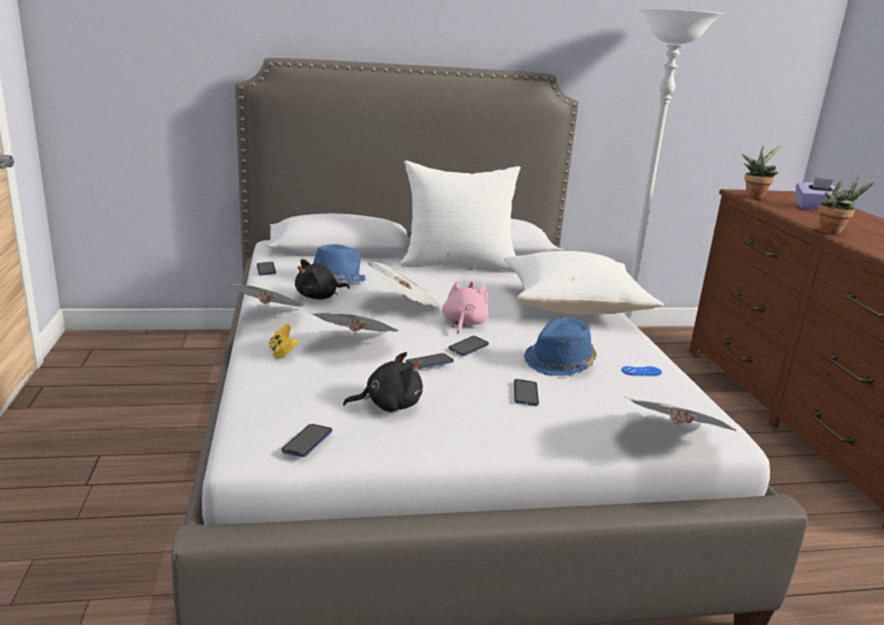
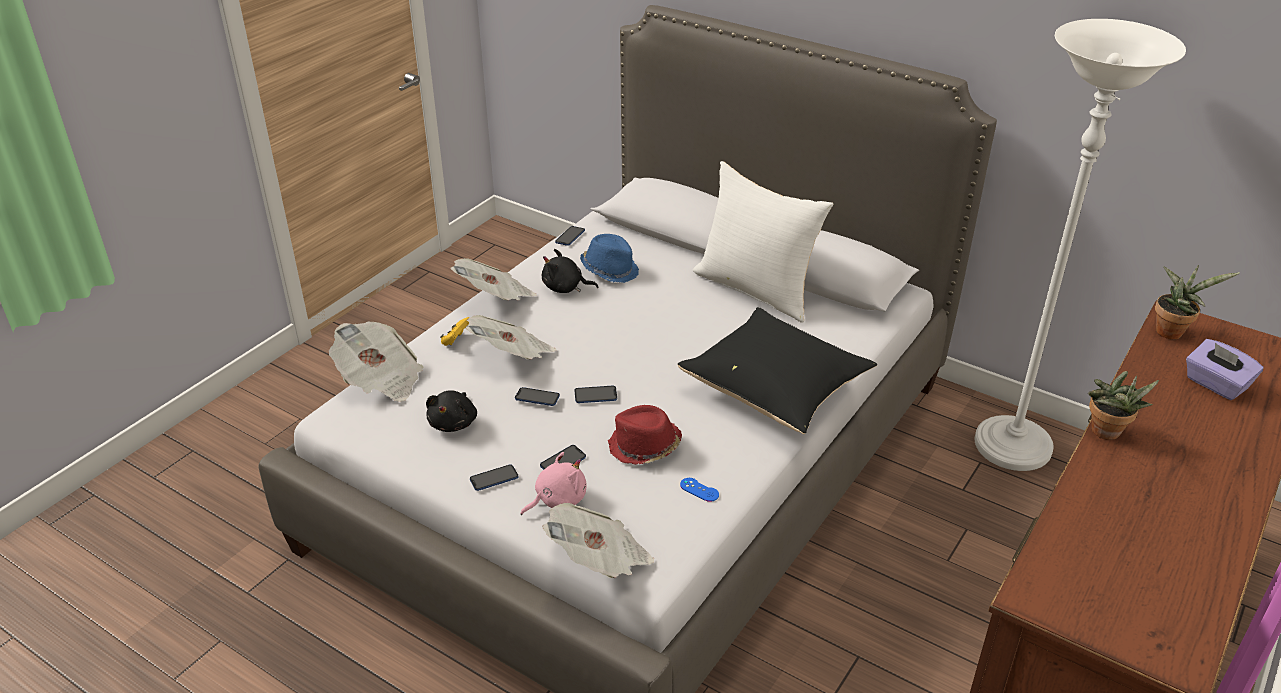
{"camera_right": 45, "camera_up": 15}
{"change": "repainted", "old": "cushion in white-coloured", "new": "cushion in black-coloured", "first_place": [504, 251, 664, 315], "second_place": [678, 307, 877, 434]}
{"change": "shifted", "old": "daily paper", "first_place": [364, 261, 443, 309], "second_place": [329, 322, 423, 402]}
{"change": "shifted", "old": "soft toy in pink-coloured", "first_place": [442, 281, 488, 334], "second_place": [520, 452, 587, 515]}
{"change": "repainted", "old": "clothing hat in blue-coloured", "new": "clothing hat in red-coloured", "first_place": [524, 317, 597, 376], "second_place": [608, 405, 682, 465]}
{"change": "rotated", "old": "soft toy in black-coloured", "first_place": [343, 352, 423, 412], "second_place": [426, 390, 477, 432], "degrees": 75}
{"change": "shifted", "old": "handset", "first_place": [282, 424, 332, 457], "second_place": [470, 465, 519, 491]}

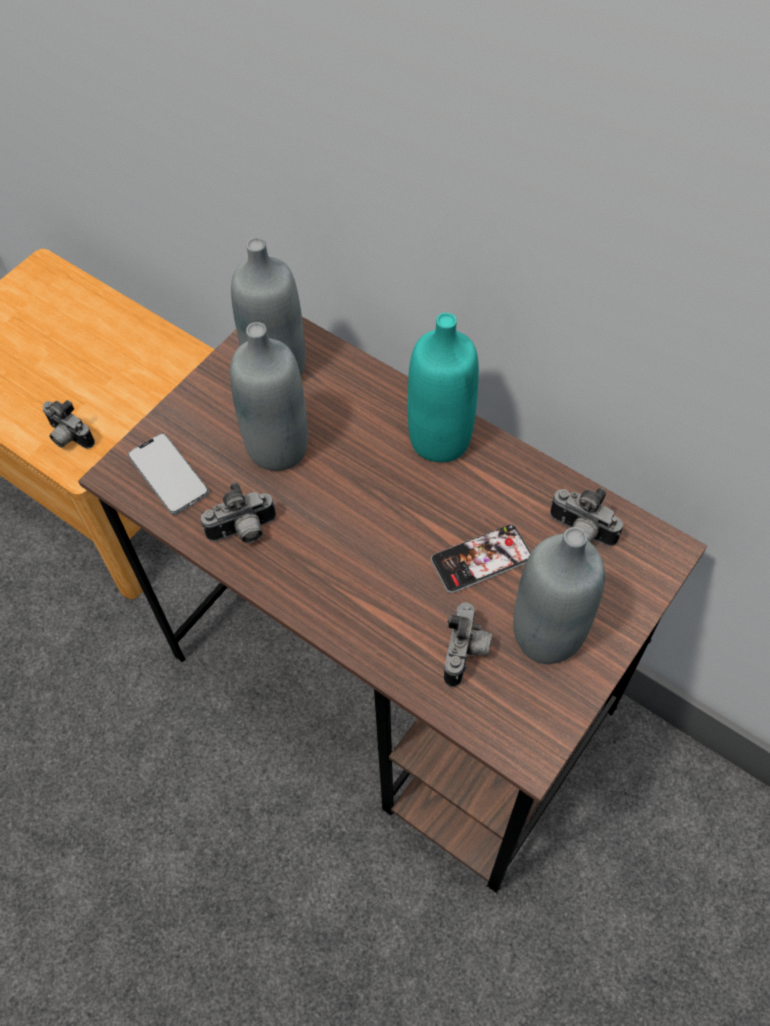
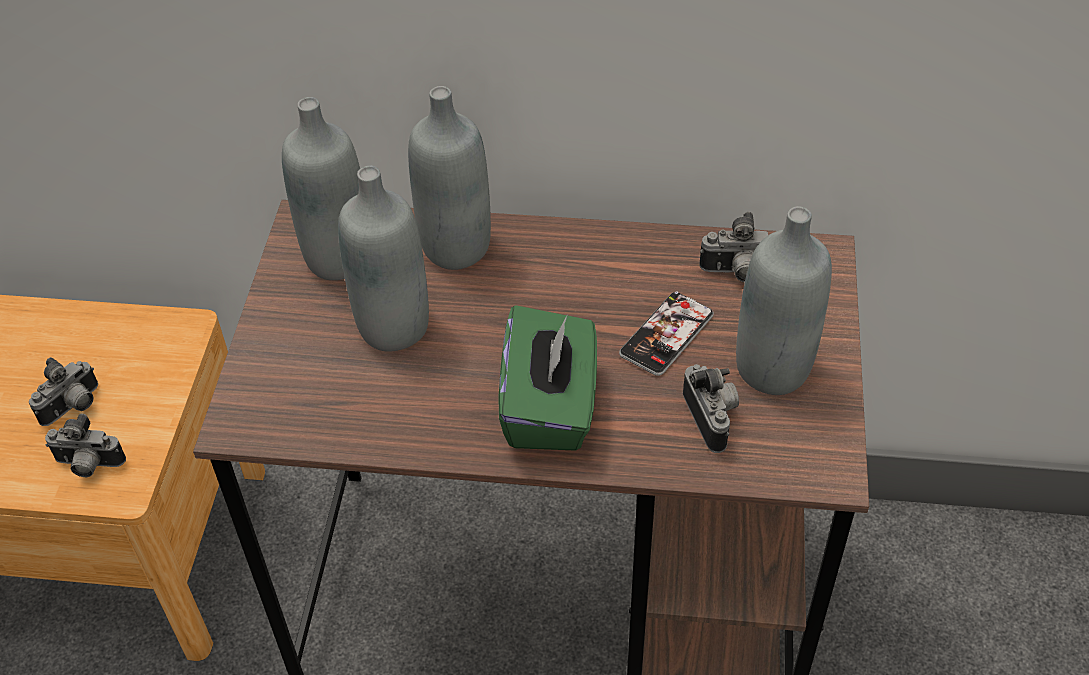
{"camera_right": -30, "camera_up": -10}
{"change": "gone", "old": "bottle in turquoise", "first_place": [408, 313, 479, 462]}
{"change": "gone", "old": "handset", "first_place": [128, 433, 209, 515]}
{"change": "shifted", "old": "photo camera", "first_place": [201, 482, 276, 543], "second_place": [29, 357, 98, 426]}
{"change": "new", "new": "bottle in grey", "second_place": [408, 86, 491, 270]}
{"change": "new", "new": "tissue box in green-coloured", "second_place": [498, 305, 597, 451]}

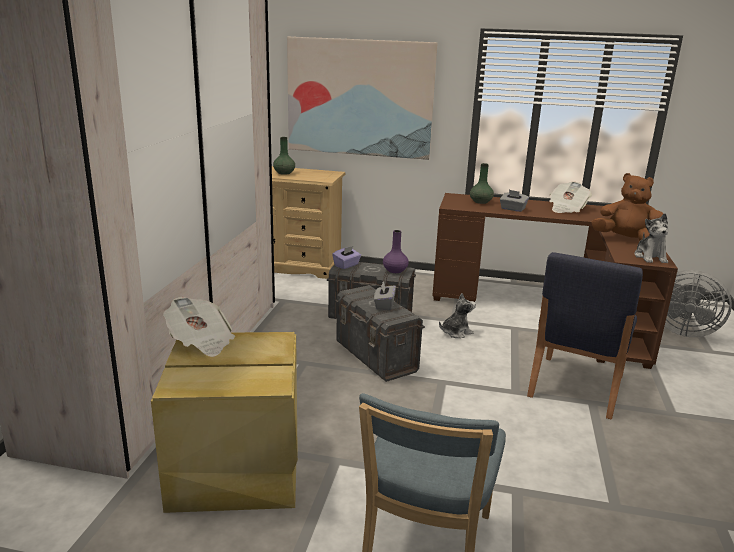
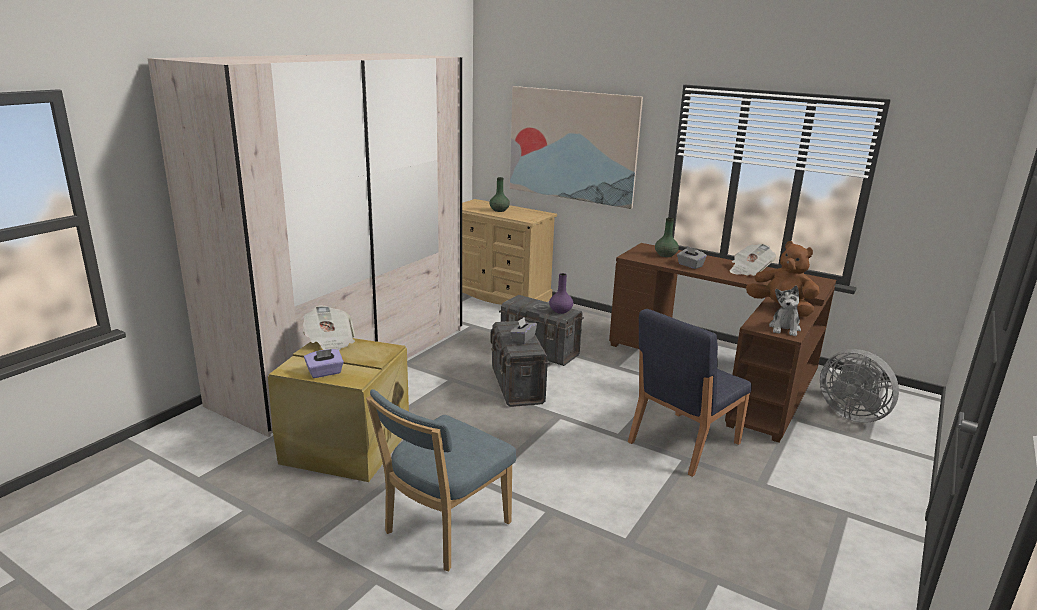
{"camera_right": 20, "camera_up": 0}
{"change": "shifted", "old": "tissue box in purple-coloured", "first_place": [332, 246, 361, 269], "second_place": [304, 349, 344, 378]}
{"change": "gone", "old": "soft toy", "first_place": [439, 293, 476, 338]}

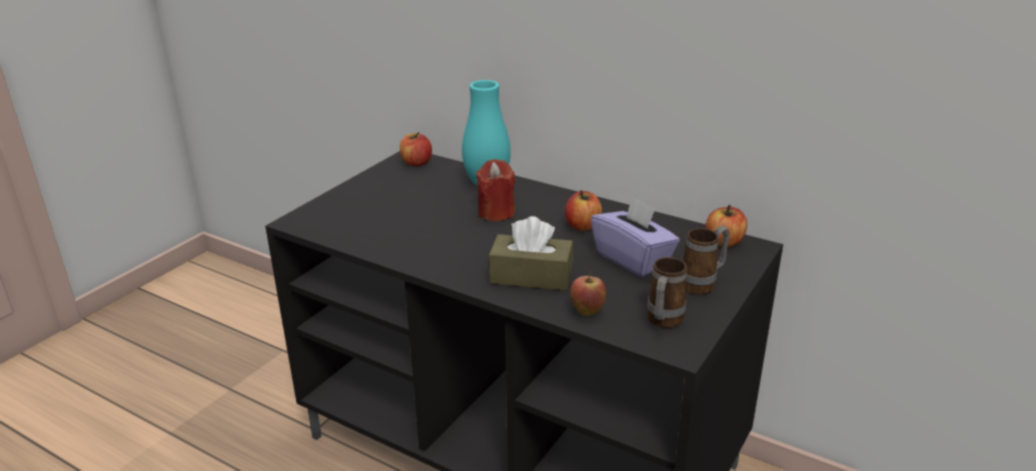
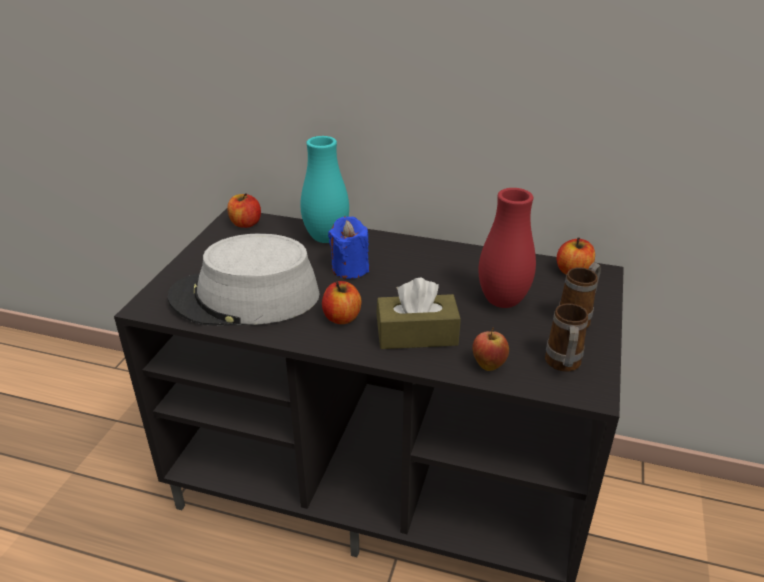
{"camera_right": -15, "camera_up": 5}
{"change": "repainted", "old": "candle in red-coloured", "new": "candle in blue-coloured", "first_place": [476, 159, 515, 221], "second_place": [328, 216, 369, 279]}
{"change": "shifted", "old": "apple", "first_place": [565, 190, 602, 231], "second_place": [322, 281, 362, 324]}
{"change": "swapped", "old": "tissue box in purple-coloured", "new": "decorative vase in red-coloured", "first_place": [591, 197, 680, 277], "second_place": [478, 188, 536, 308]}
{"change": "new", "new": "clothing hat in grey", "second_place": [168, 233, 320, 326]}

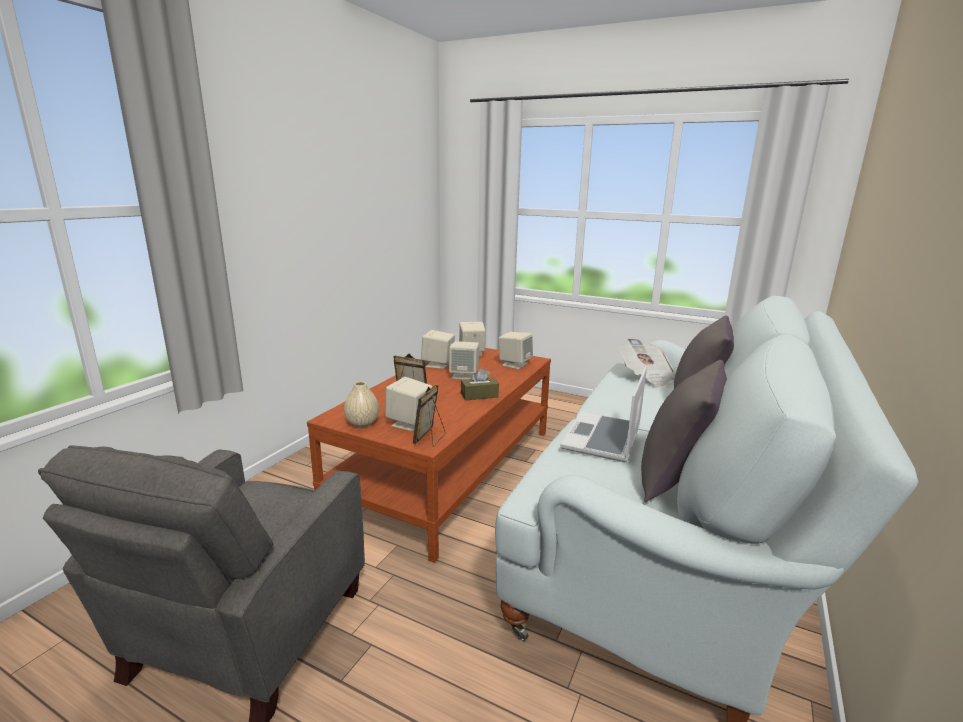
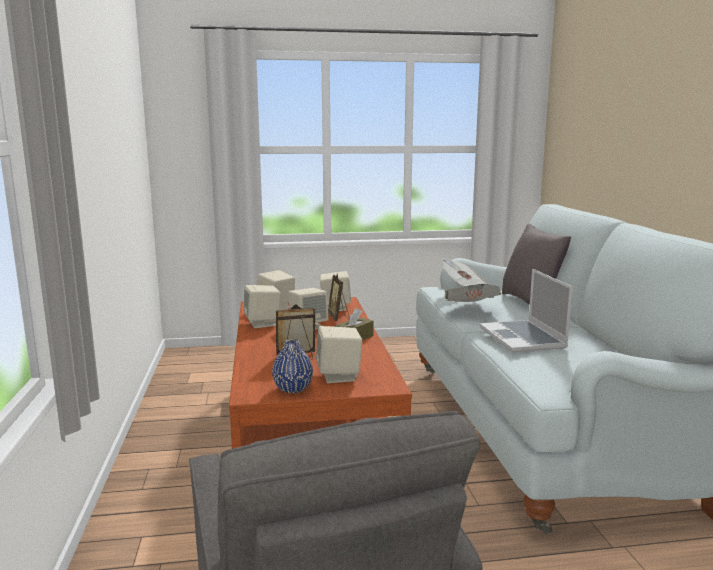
{"camera_right": -35, "camera_up": -5}
{"change": "gone", "old": "cushion in grey", "first_place": [641, 360, 727, 503]}
{"change": "repainted", "old": "decorative vase in sand-coloured", "new": "decorative vase in blue-coloured", "first_place": [344, 381, 379, 427], "second_place": [272, 339, 313, 393]}
{"change": "shifted", "old": "photo frame", "first_place": [413, 385, 446, 447], "second_place": [328, 274, 350, 321]}
{"change": "new", "new": "daily paper", "second_place": [445, 284, 501, 302]}

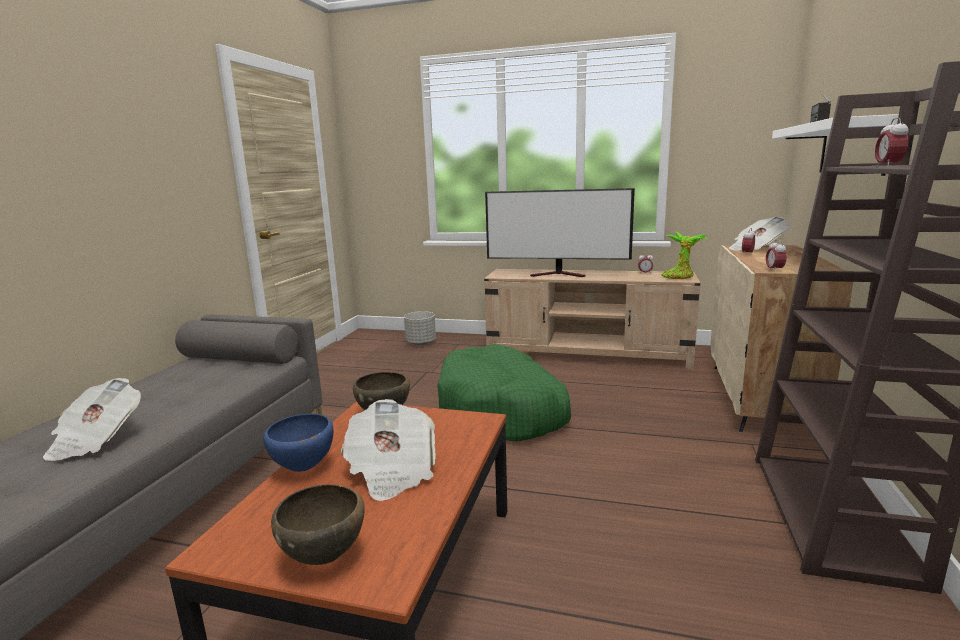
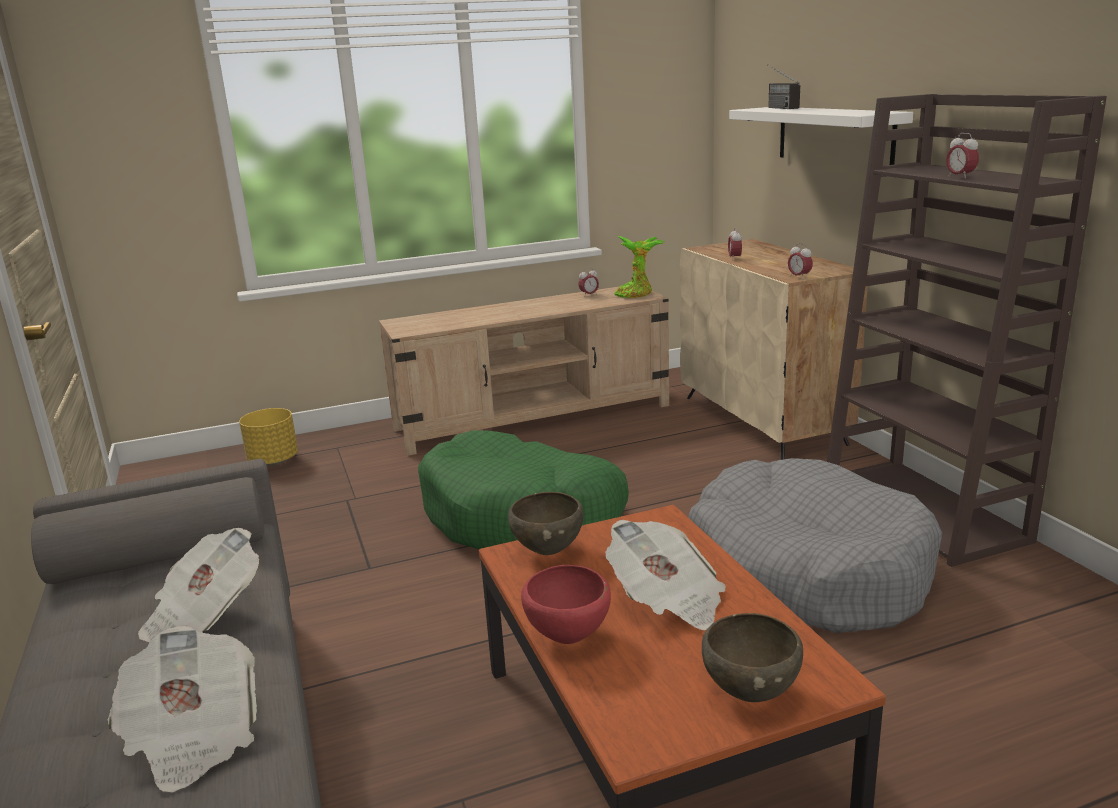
{"camera_right": -35, "camera_up": 5}
{"change": "gone", "old": "TV", "first_place": [485, 188, 635, 277]}
{"change": "shifted", "old": "daily paper", "first_place": [729, 217, 791, 250], "second_place": [138, 528, 259, 642]}
{"change": "repainted", "old": "planter in grey", "new": "planter in yellowish", "first_place": [404, 311, 436, 345], "second_place": [239, 408, 298, 466]}
{"change": "repainted", "old": "bowl in blue-coloured", "new": "bowl in red-coloured", "first_place": [263, 414, 333, 472], "second_place": [521, 565, 611, 644]}
{"change": "new", "new": "dog bed in grey", "second_place": [688, 458, 942, 633]}

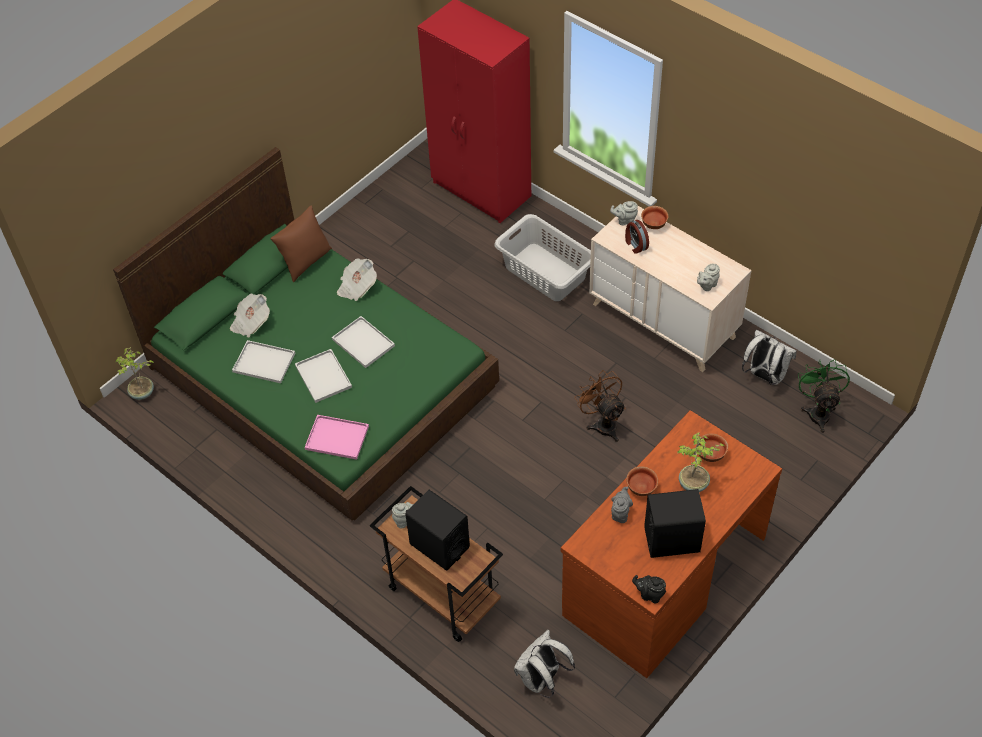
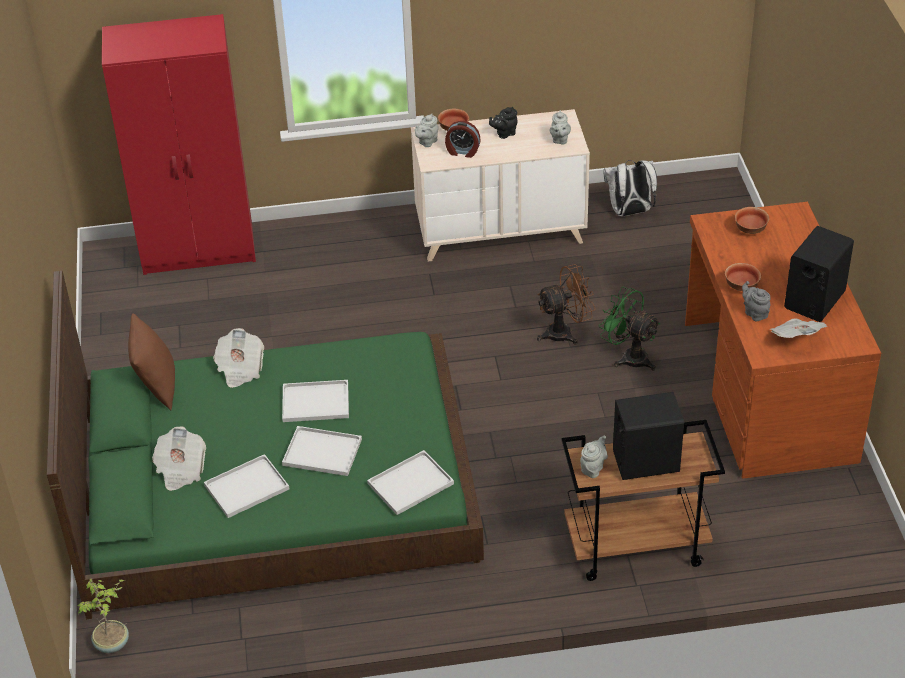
{"camera_right": -50, "camera_up": -10}
{"change": "gone", "old": "washing basket in grey", "first_place": [494, 214, 591, 301]}
{"change": "shifted", "old": "fan in green-coloured", "first_place": [798, 359, 850, 433], "second_place": [598, 287, 660, 371]}
{"change": "rotated", "old": "fan in brownish", "first_place": [575, 370, 626, 442], "second_place": [537, 264, 595, 345], "degrees": 150}
{"change": "repainted", "old": "serving tray in pink-coloured", "new": "serving tray in white-coloured", "first_place": [305, 415, 369, 460], "second_place": [367, 450, 454, 515]}
{"change": "gone", "old": "houseplant", "first_place": [677, 432, 724, 492]}
{"change": "shifted", "old": "pot for tea in black-coloured", "first_place": [632, 575, 666, 604], "second_place": [489, 107, 518, 139]}
{"change": "gone", "old": "rucksack in white-coloured", "first_place": [514, 630, 575, 698]}
{"change": "new", "new": "daily paper", "second_place": [770, 318, 827, 338]}

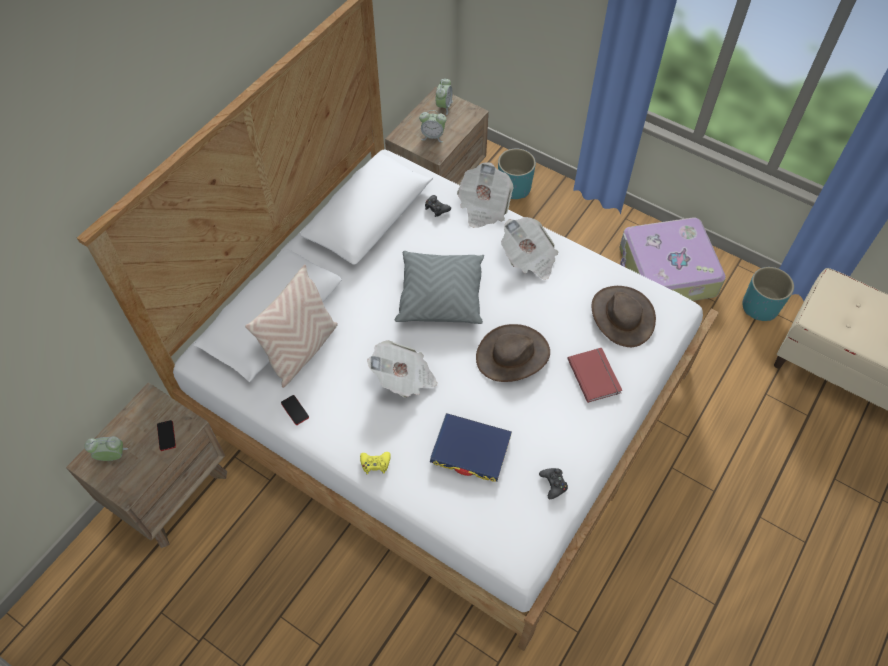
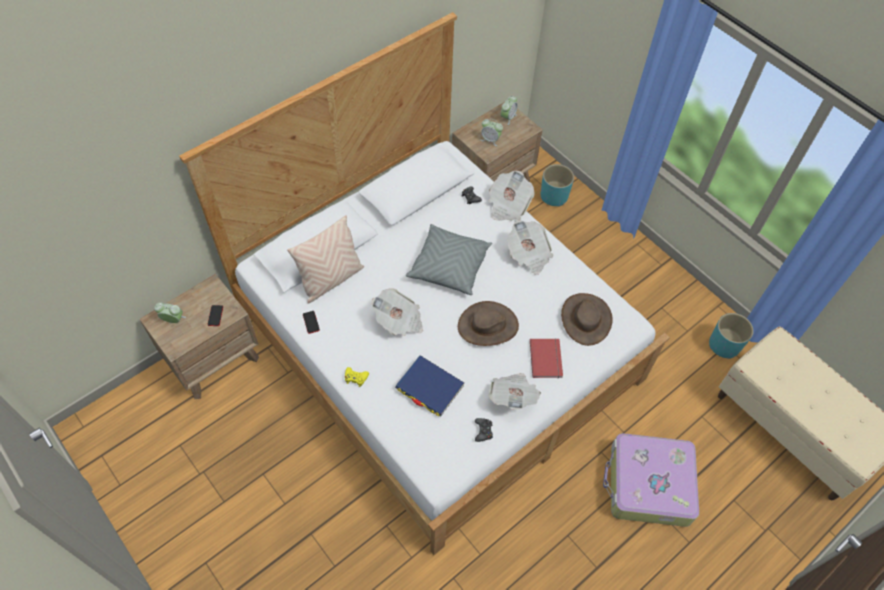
{"camera_right": 15, "camera_up": 0}
{"change": "shifted", "old": "suitcase", "first_place": [620, 218, 726, 301], "second_place": [603, 433, 699, 527]}
{"change": "new", "new": "daily paper", "second_place": [488, 373, 541, 410]}

